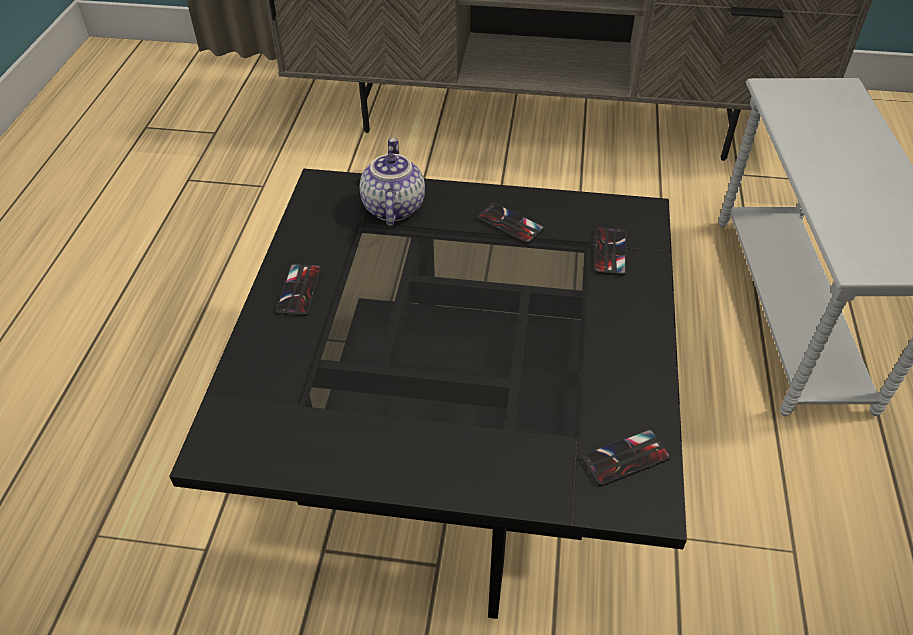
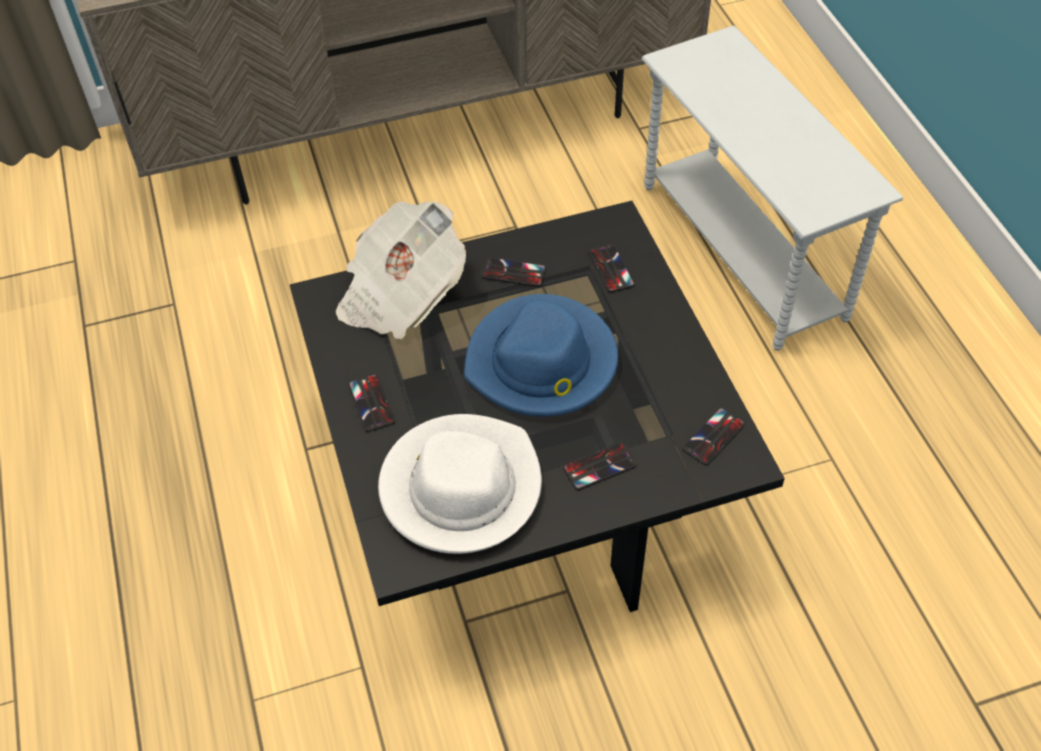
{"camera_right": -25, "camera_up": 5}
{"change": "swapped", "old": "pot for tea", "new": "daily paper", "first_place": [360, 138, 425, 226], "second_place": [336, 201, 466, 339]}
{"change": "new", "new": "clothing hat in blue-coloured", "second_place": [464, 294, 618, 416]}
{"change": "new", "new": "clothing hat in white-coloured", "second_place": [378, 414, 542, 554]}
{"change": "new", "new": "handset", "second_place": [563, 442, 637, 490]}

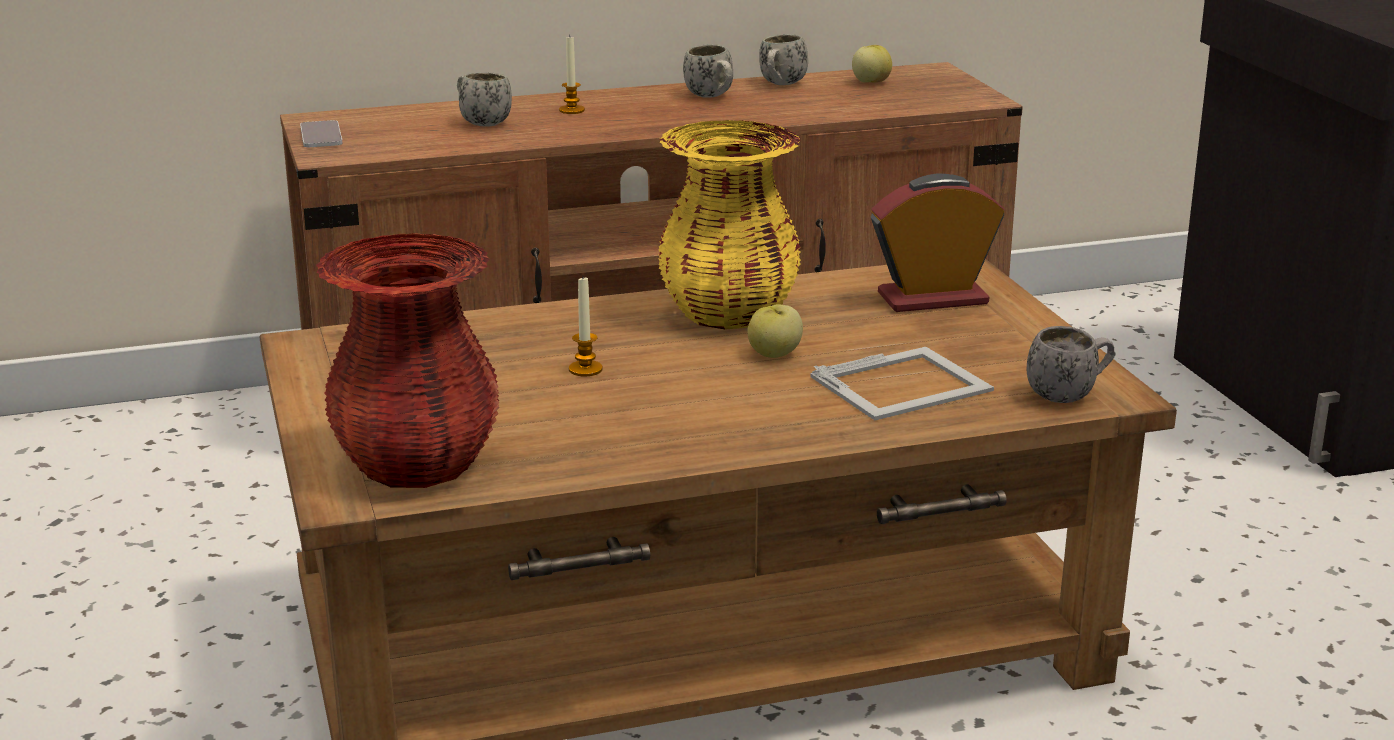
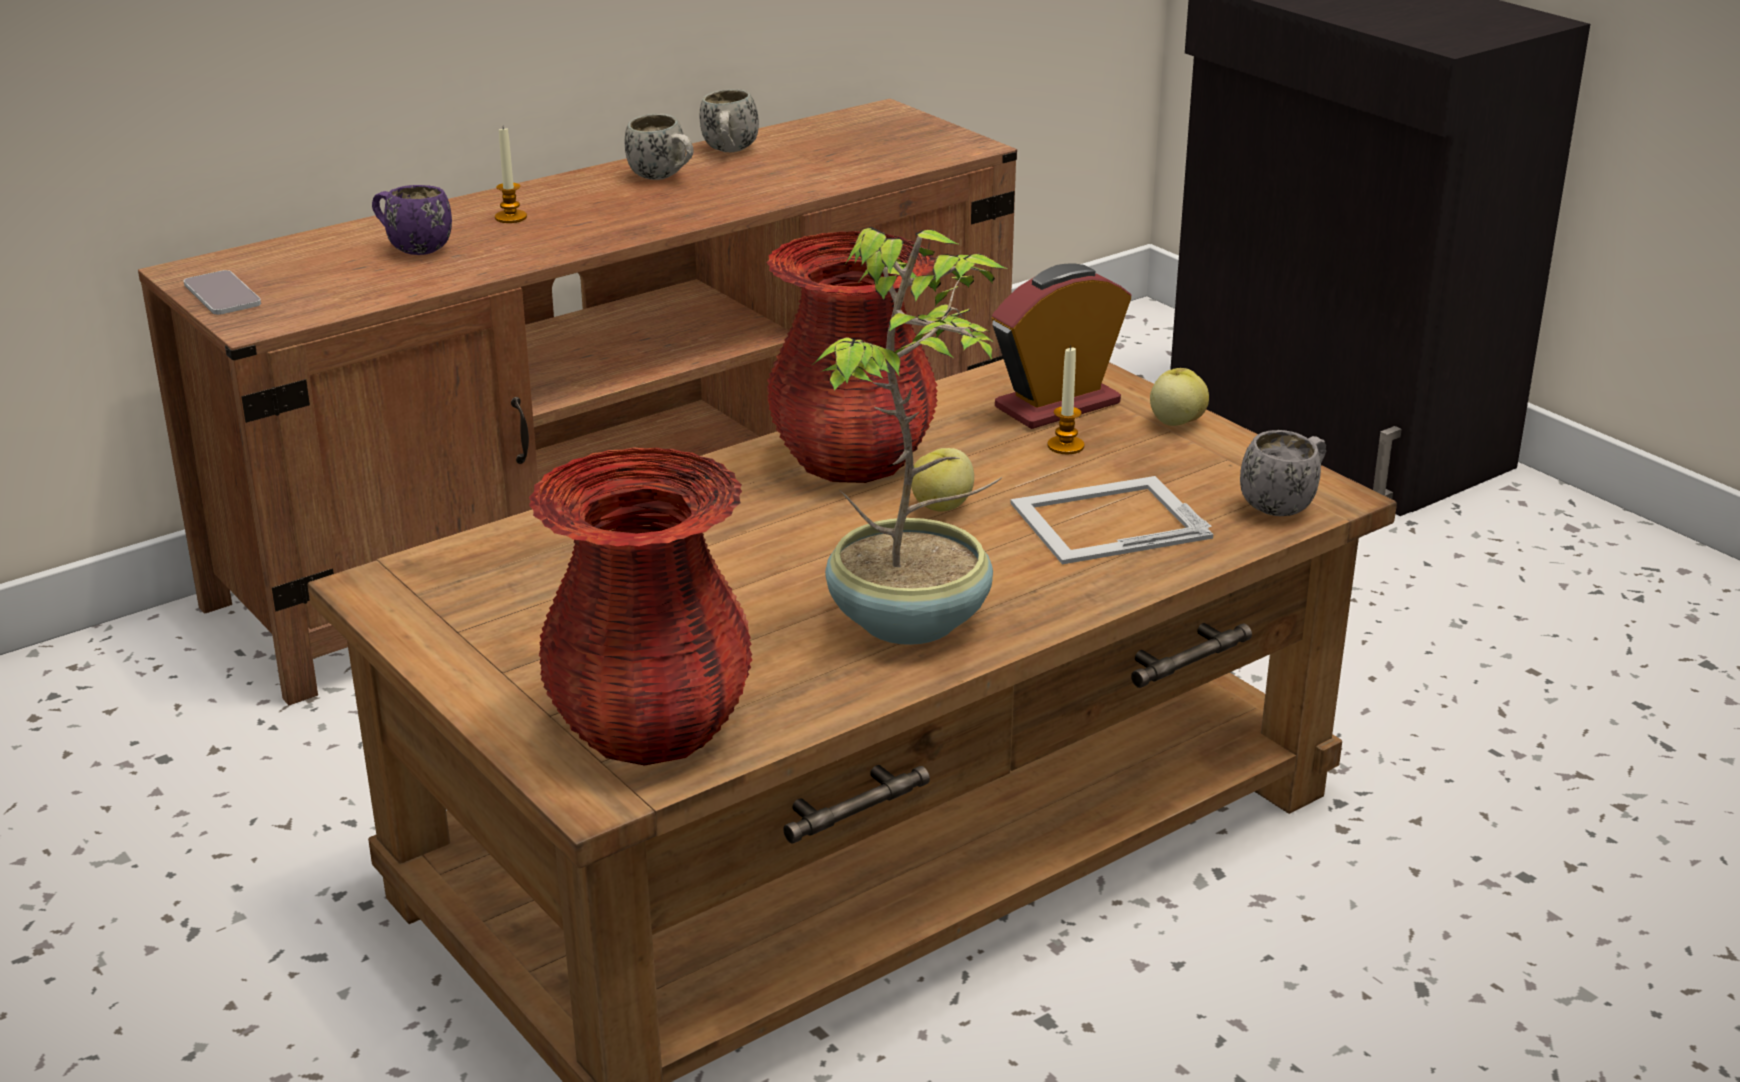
{"camera_right": -20, "camera_up": 5}
{"change": "shifted", "old": "apple", "first_place": [852, 45, 892, 83], "second_place": [1150, 368, 1209, 426]}
{"change": "repainted", "old": "coffee mug in white-coloured", "new": "coffee mug in purple-coloured", "first_place": [457, 72, 512, 126], "second_place": [372, 185, 452, 255]}
{"change": "repainted", "old": "decorative vase in yellowish", "new": "decorative vase in red-coloured", "first_place": [658, 120, 801, 330], "second_place": [767, 231, 938, 483]}
{"change": "shifted", "old": "candle", "first_place": [569, 278, 603, 376], "second_place": [1047, 346, 1085, 454]}
{"change": "rotated", "old": "photo frame", "first_place": [810, 347, 994, 420], "second_place": [1010, 476, 1213, 564], "degrees": -150}
{"change": "new", "new": "houseplant", "second_place": [812, 227, 1007, 645]}

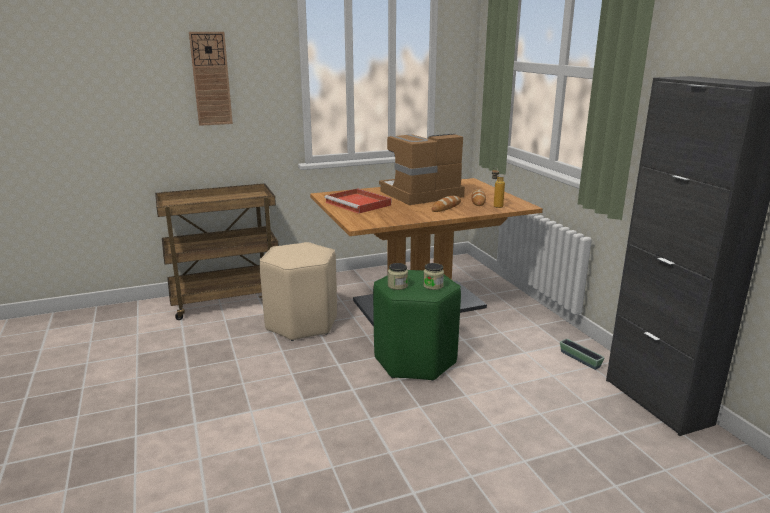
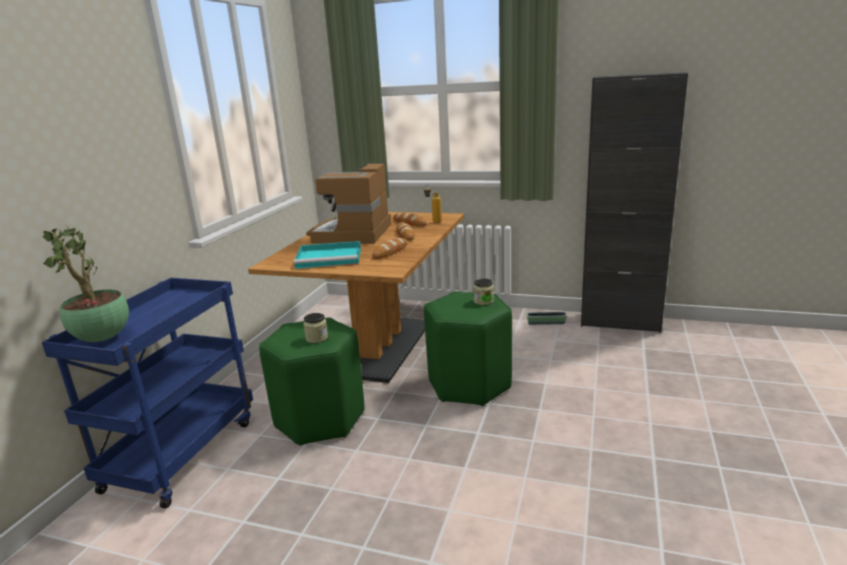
{"camera_right": -50, "camera_up": 0}
{"change": "gone", "old": "hanging clock", "first_place": [189, 32, 233, 126]}
{"change": "repainted", "old": "cart in brownish", "new": "cart in blue-coloured", "first_place": [155, 183, 278, 320], "second_place": [42, 278, 253, 509]}
{"change": "repainted", "old": "serving tray in red-coloured", "new": "serving tray in turquoise", "first_place": [324, 188, 391, 214], "second_place": [294, 241, 361, 269]}
{"change": "repainted", "old": "stool in sand-coloured", "new": "stool in green-coloured", "first_place": [259, 242, 337, 341], "second_place": [259, 318, 365, 446]}
{"change": "shifted", "old": "jar", "first_place": [388, 263, 408, 290], "second_place": [303, 313, 328, 343]}
{"change": "new", "new": "houseplant", "second_place": [43, 225, 129, 342]}
{"change": "new", "new": "bread", "second_place": [372, 238, 408, 259]}

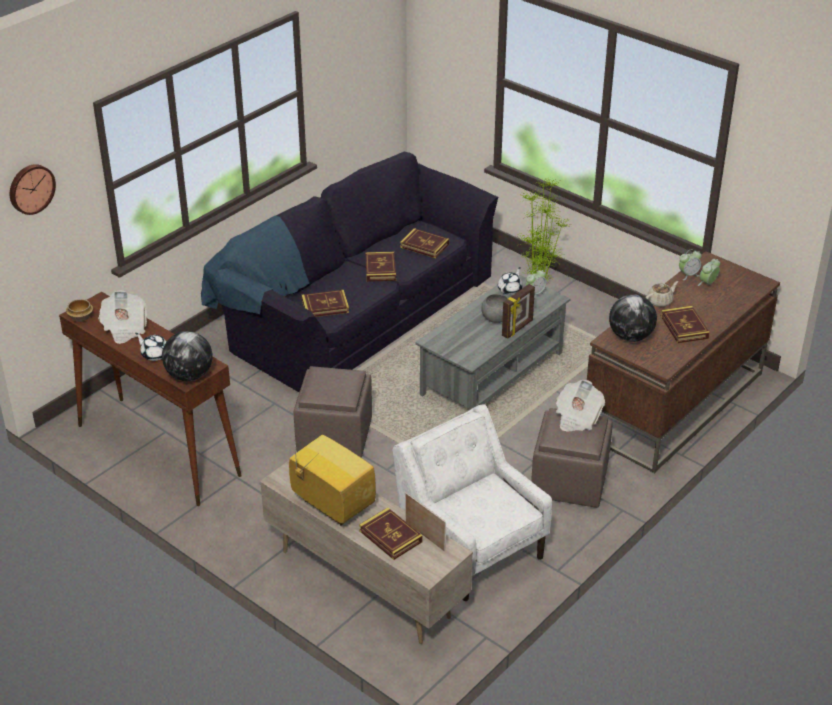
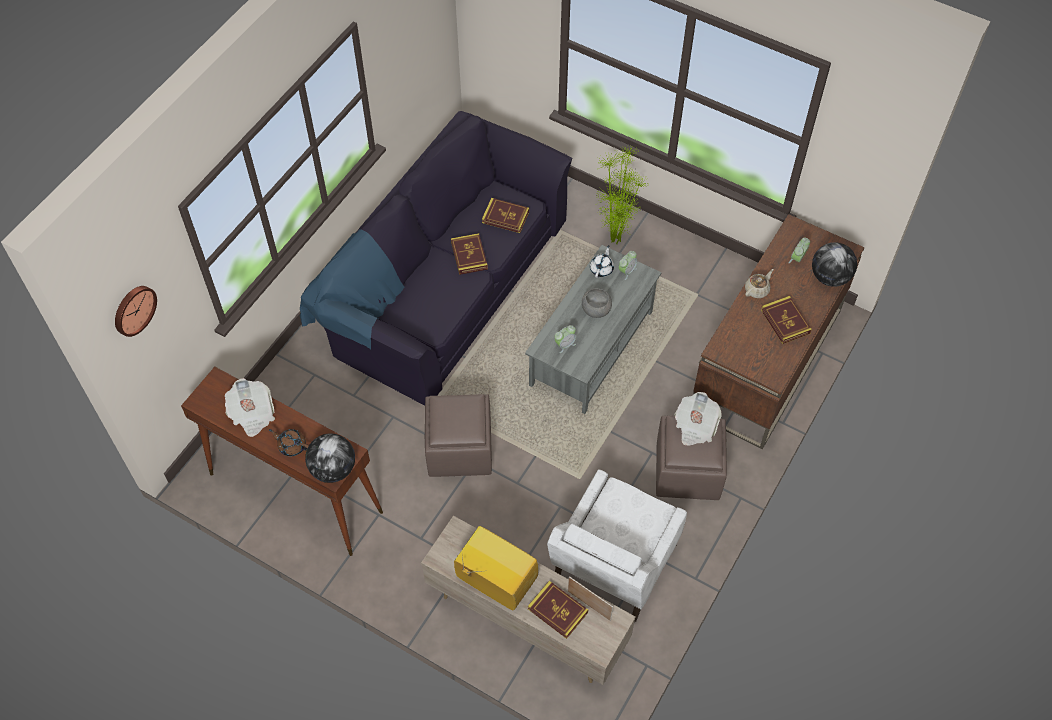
{"camera_right": -10, "camera_up": 20}
{"change": "shifted", "old": "table clock", "first_place": [679, 249, 702, 280], "second_place": [555, 325, 576, 353]}
{"change": "gone", "old": "photo frame", "first_place": [502, 284, 535, 339]}
{"change": "gone", "old": "bound book", "first_place": [302, 290, 349, 317]}
{"change": "shifted", "old": "world globe", "first_place": [609, 294, 657, 342], "second_place": [812, 242, 857, 287]}
{"change": "gone", "old": "bowl", "first_place": [66, 299, 93, 322]}
{"change": "repainted", "old": "pot for tea in white-coloured", "new": "pot for tea in brownish", "first_place": [135, 333, 166, 361], "second_place": [269, 429, 309, 456]}
{"change": "rotated", "old": "lounge chair in white-coloured", "first_place": [392, 404, 552, 601], "second_place": [547, 469, 687, 622], "degrees": -105}

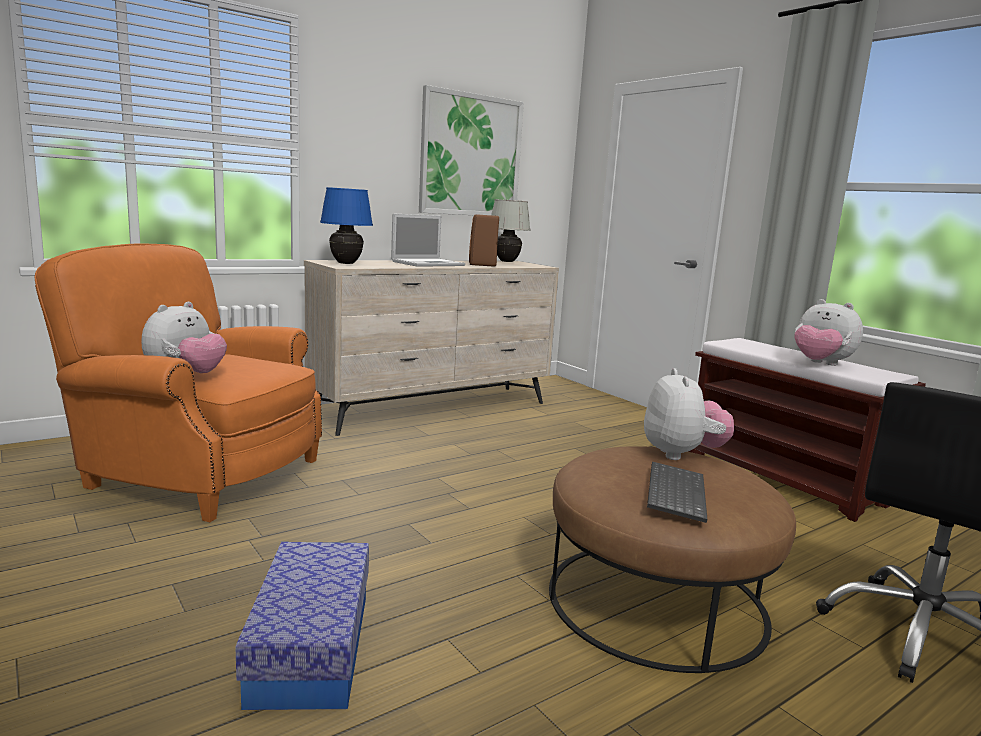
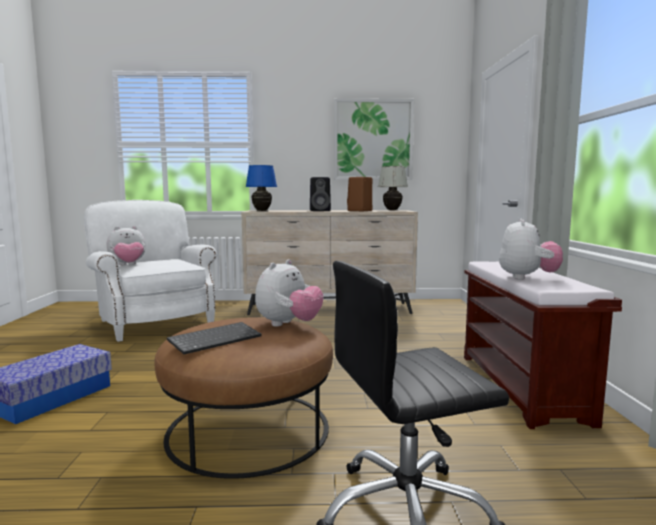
{"camera_right": 35, "camera_up": -5}
{"change": "swapped", "old": "laptop", "new": "loudspeaker in black-coloured", "first_place": [391, 214, 465, 267], "second_place": [310, 177, 331, 211]}
{"change": "repainted", "old": "lounge chair in orangey", "new": "lounge chair in white-coloured", "first_place": [35, 243, 322, 522], "second_place": [84, 200, 217, 342]}
{"change": "rotated", "old": "soft toy", "first_place": [794, 299, 863, 366], "second_place": [499, 219, 563, 280], "degrees": -150}

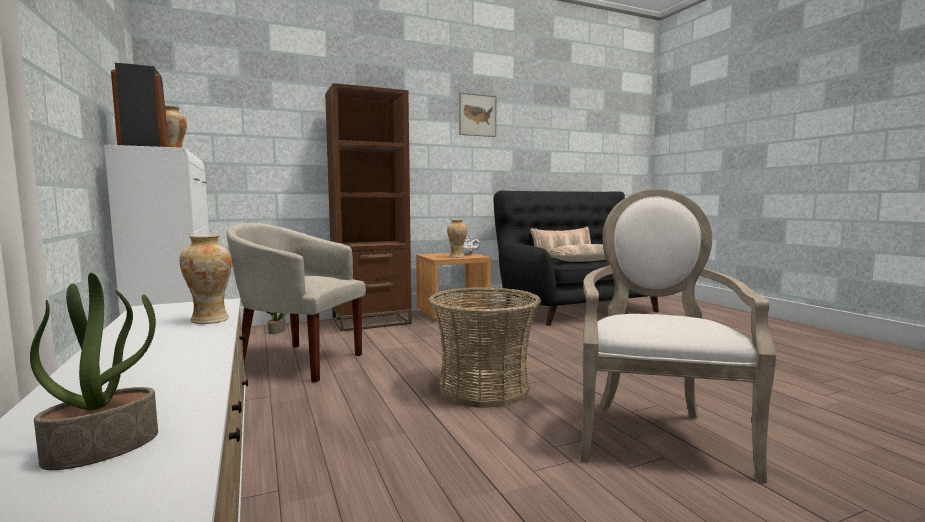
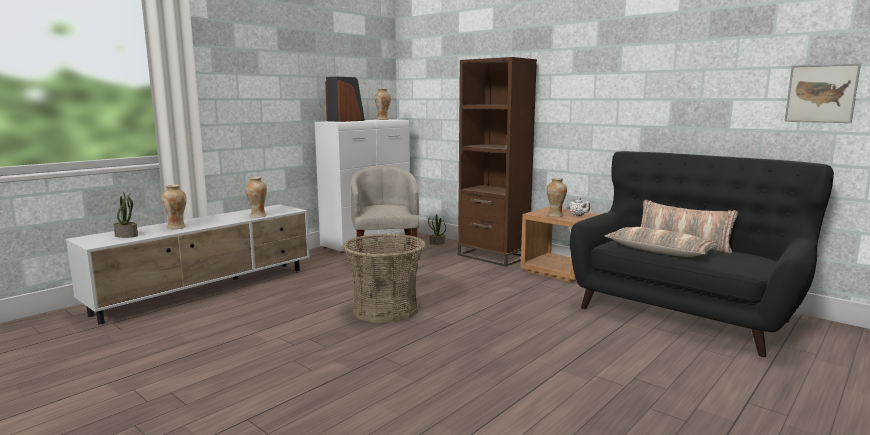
{"camera_right": 65, "camera_up": 5}
{"change": "shifted", "old": "wall picture", "first_place": [459, 92, 497, 137], "second_place": [784, 63, 861, 123]}
{"change": "gone", "old": "lounge chair", "first_place": [580, 189, 776, 483]}
{"change": "new", "new": "decorative vase", "second_place": [161, 185, 187, 229]}

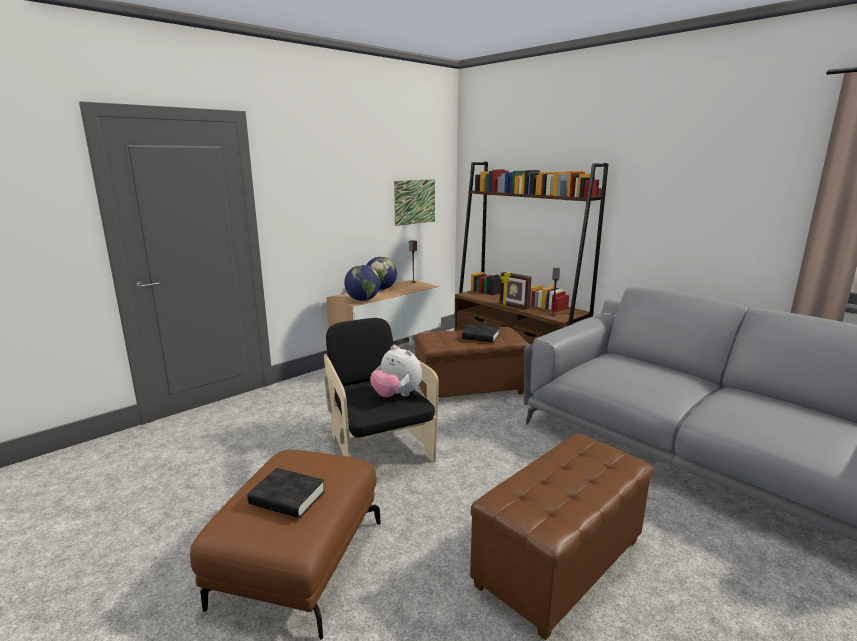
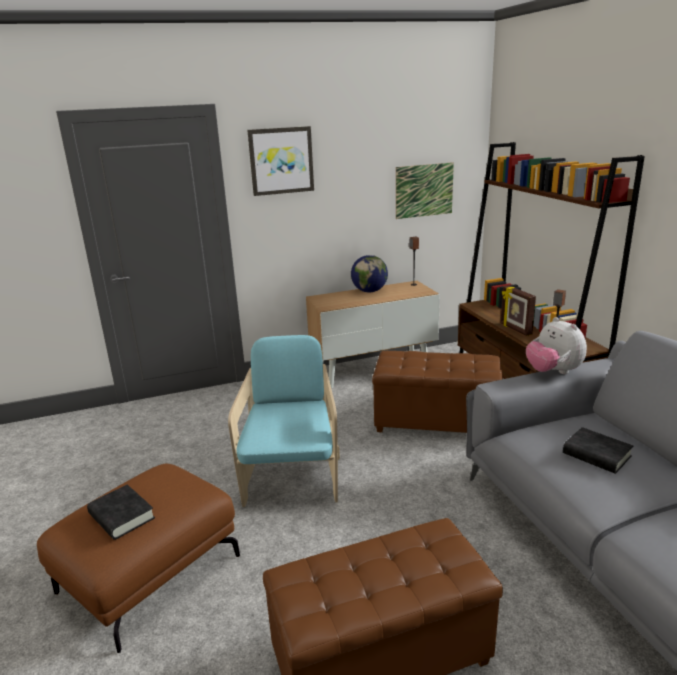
{"camera_right": 25, "camera_up": 5}
{"change": "gone", "old": "world globe", "first_place": [344, 265, 380, 301]}
{"change": "repainted", "old": "lounge chair in black-coloured", "new": "lounge chair in turquoise", "first_place": [324, 318, 439, 462], "second_place": [228, 335, 340, 507]}
{"change": "shifted", "old": "bound book in black-coloured", "first_place": [462, 324, 500, 343], "second_place": [563, 427, 633, 474]}
{"change": "shifted", "old": "soft toy", "first_place": [370, 346, 422, 397], "second_place": [526, 317, 587, 374]}
{"change": "new", "new": "wall picture", "second_place": [247, 126, 314, 196]}

